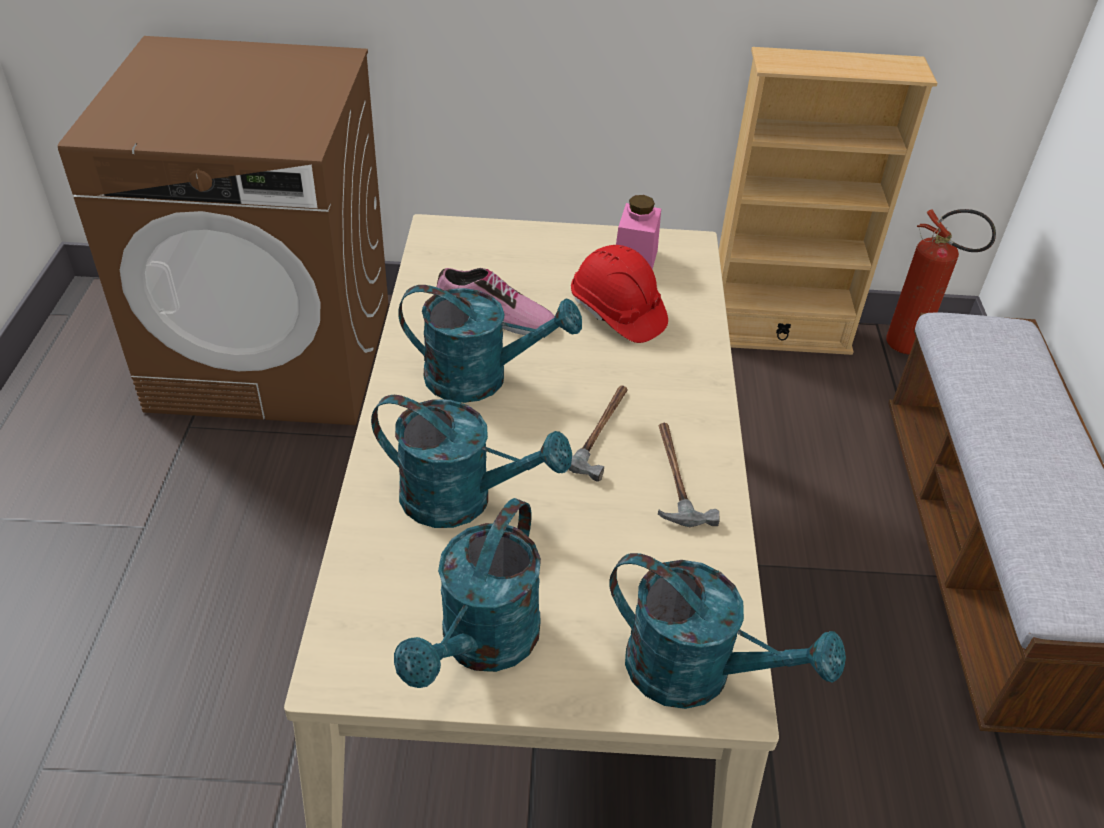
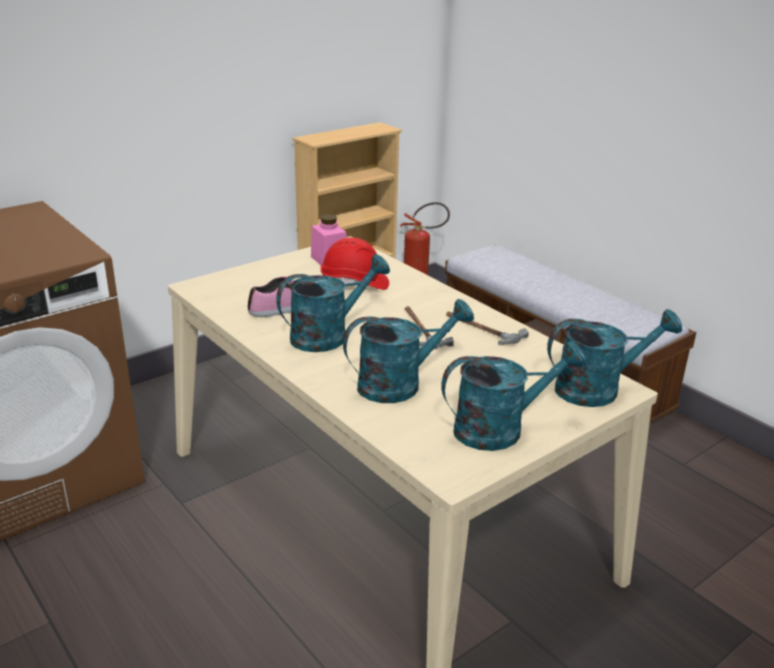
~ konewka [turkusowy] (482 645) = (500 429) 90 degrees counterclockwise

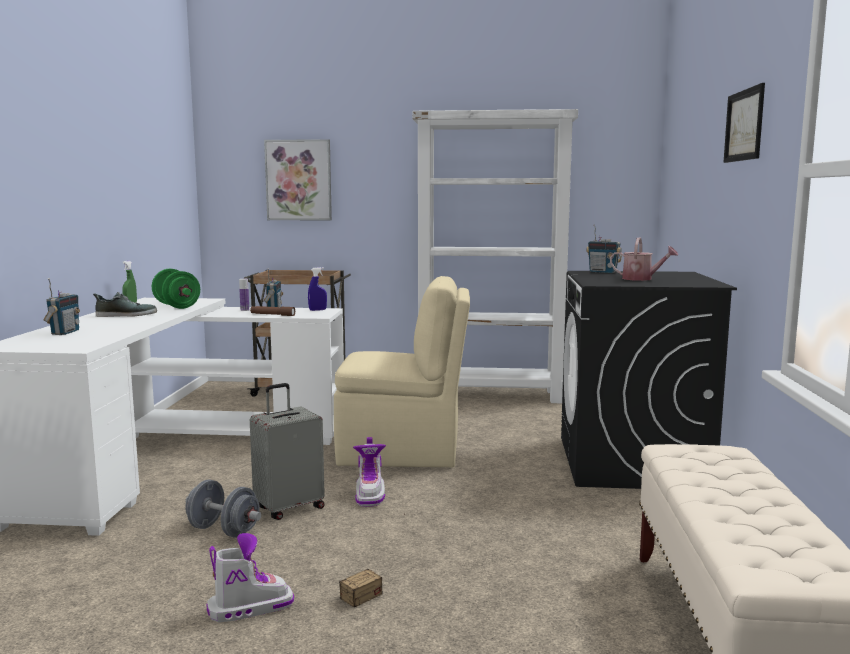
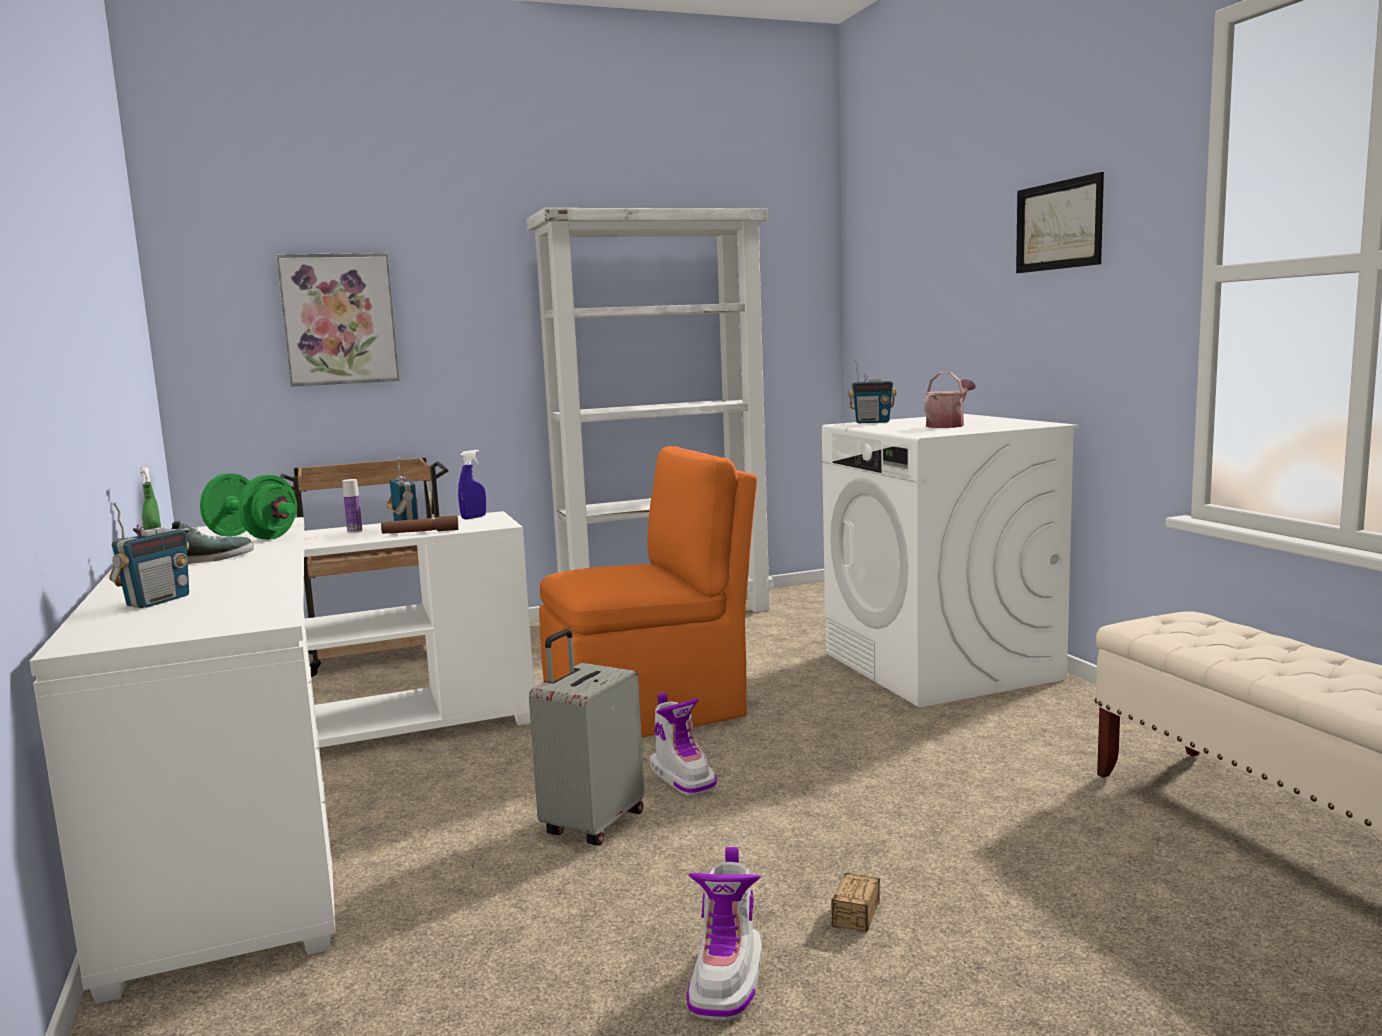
- hantel [szary] (223 530)
~ krzesło [beżowy] (402 452) to krzesło [pomarańczowy] (650 711)
~ pralka [czarny] (632 463) to pralka [biały] (941 666)
~ radio (64 332) = (157 601) 45 degrees clockwise
~ but z cholewką (250 607) = (727 979) 150 degrees clockwise
~ konewka (641 279) = (948 425) 45 degrees counterclockwise

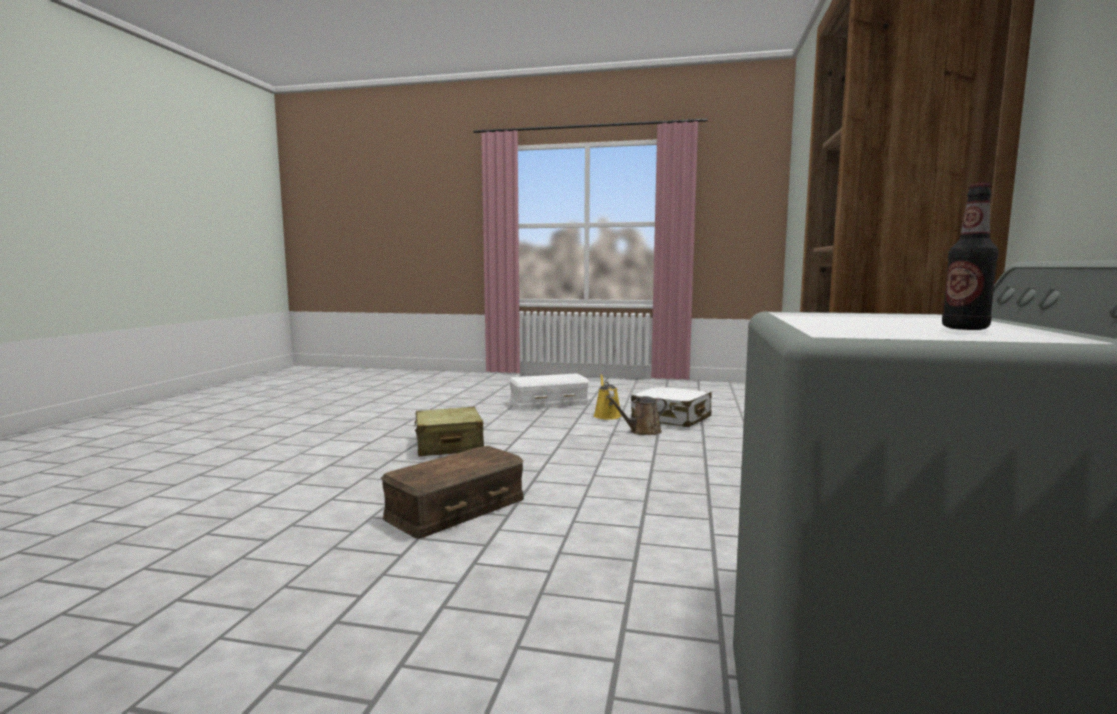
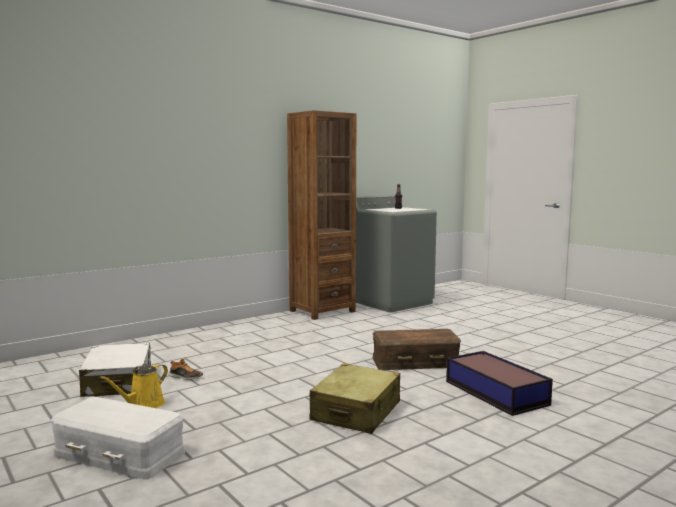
+ pojemnik do przechowywania (495 392)
~ konewka [brązowy] (642 432) to but (185 377)

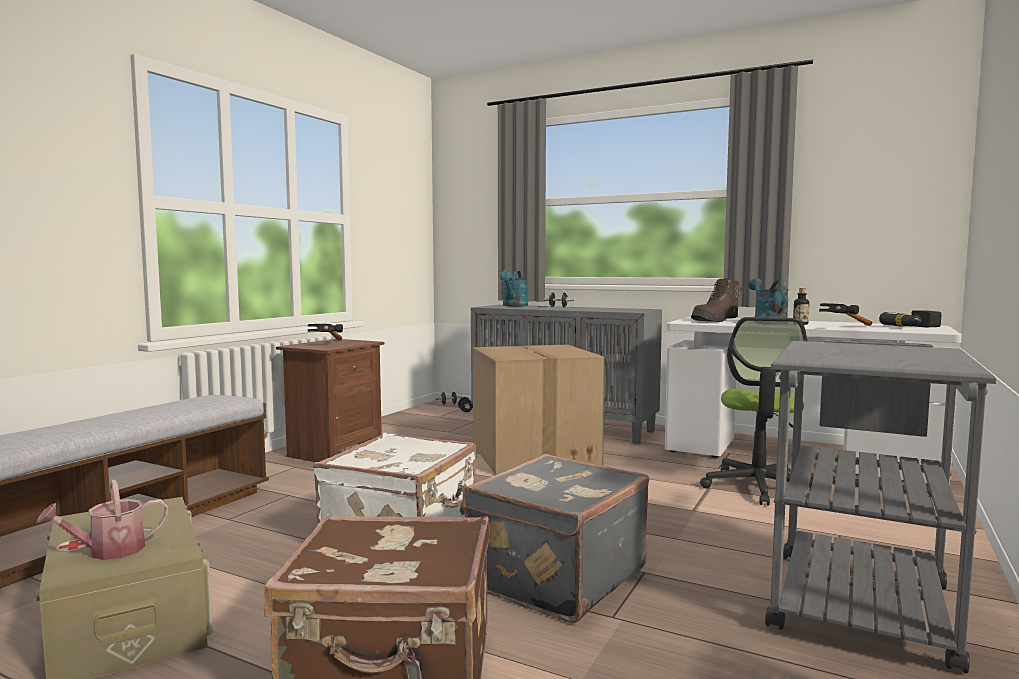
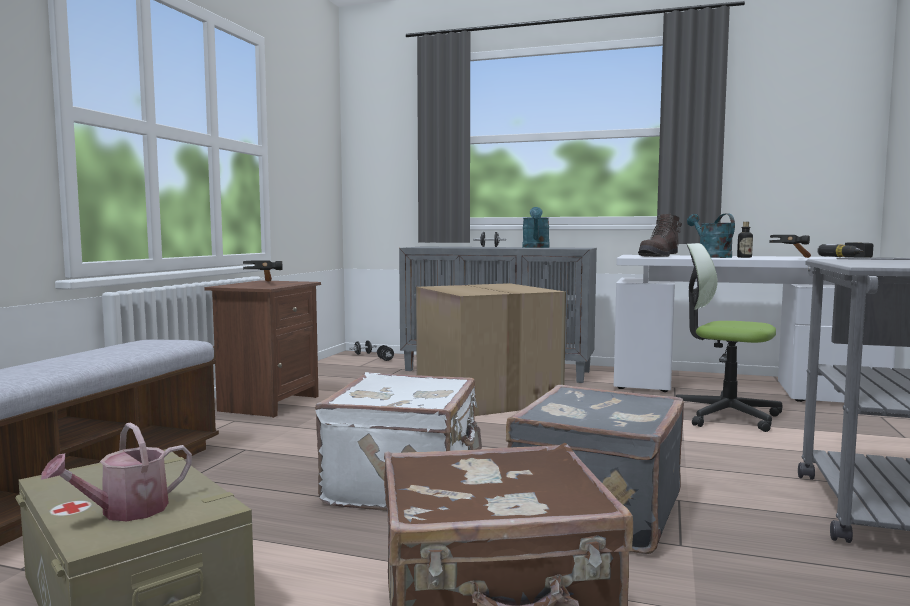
~ konewka [turkusowy] (514 306) to (536 247)
~ krzesło biurowe (758 487) = (725 416) 120 degrees clockwise

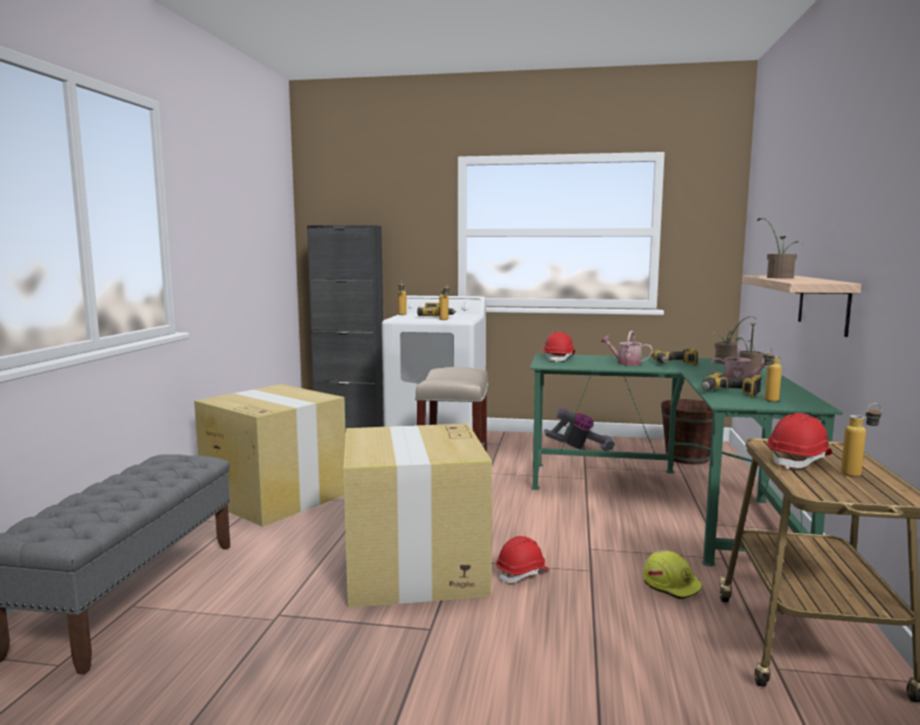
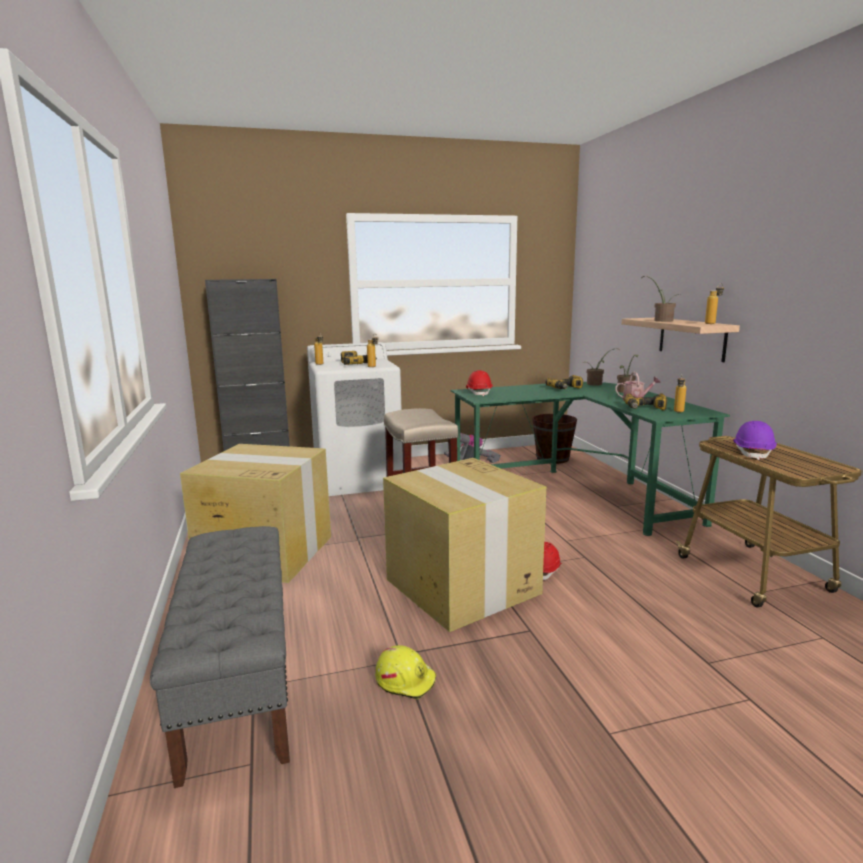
- konewka (625 363)
~ kask [żółty] (671 585) to (405 680)
~ butelka (858 474) to (712 323)
~ kask [czerwony] (799 460) to kask [fioletowy] (753 452)

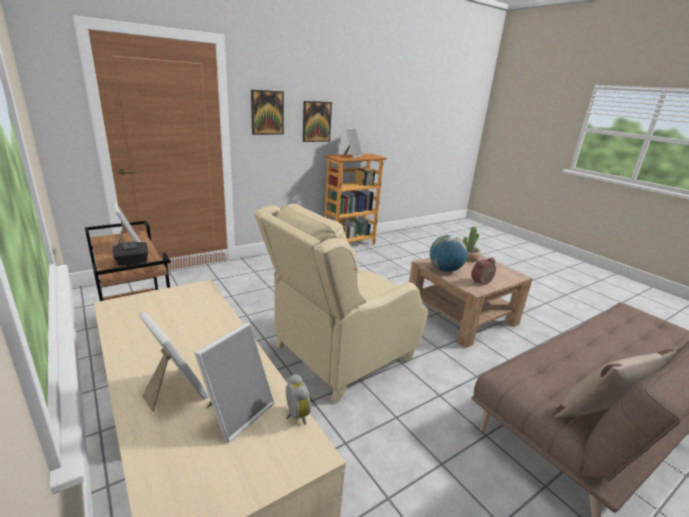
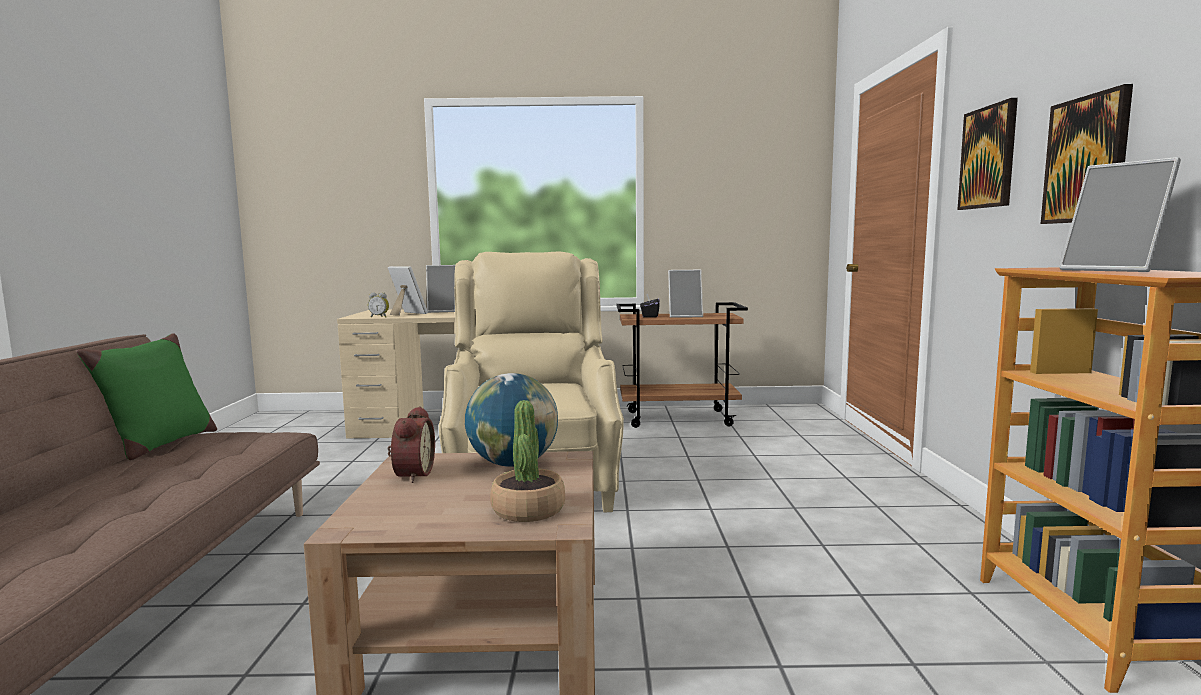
~ poduszka [beżowy] (596 416) to poduszka [zielony] (160 445)
~ ramka na zdjęcie (236 412) = (406 314) 150 degrees clockwise

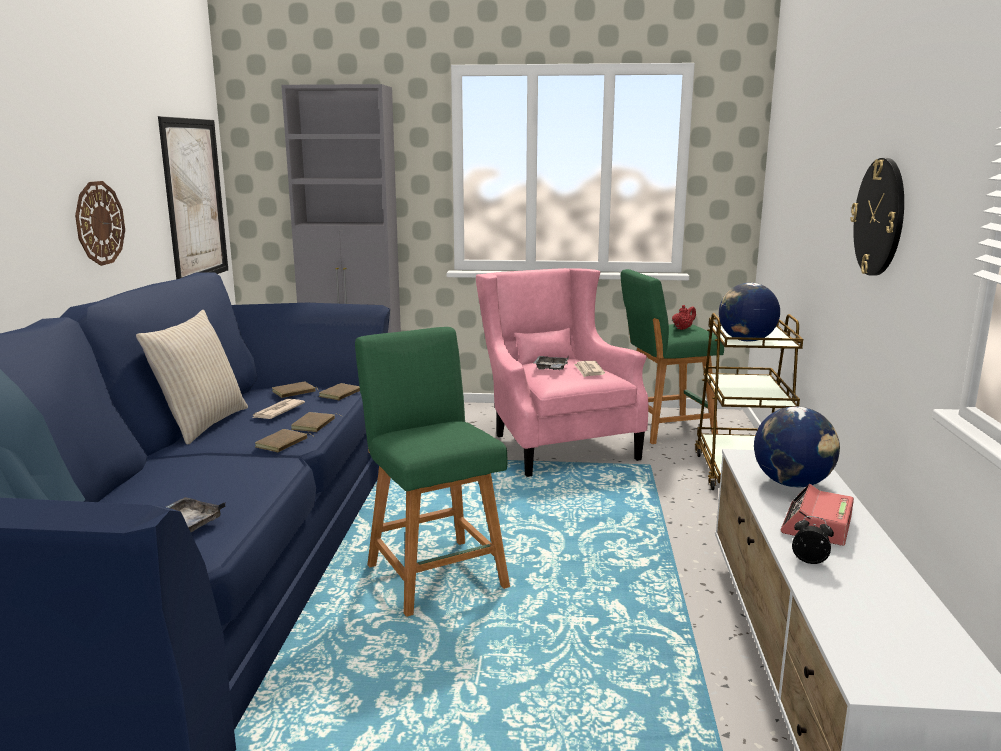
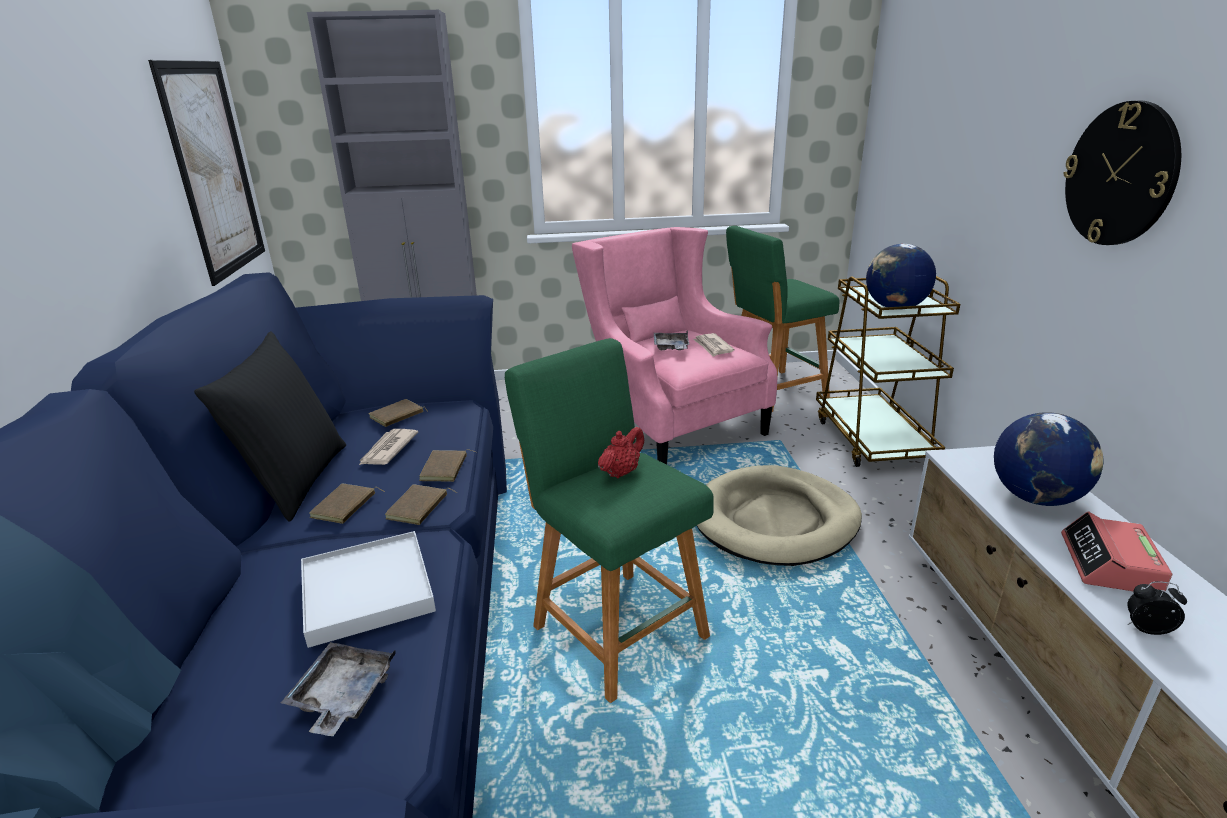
- zegar ścienny (99 223)
+ taca [biały] (367 591)
+ legowisko [beżowy] (774 520)
~ książka [brązowy] (341 394) to (345 507)
~ imbryk [czerwony] (682 328) to (621 472)
~ poduszka [beżowy] (201 424) to poduszka [czarny] (295 481)

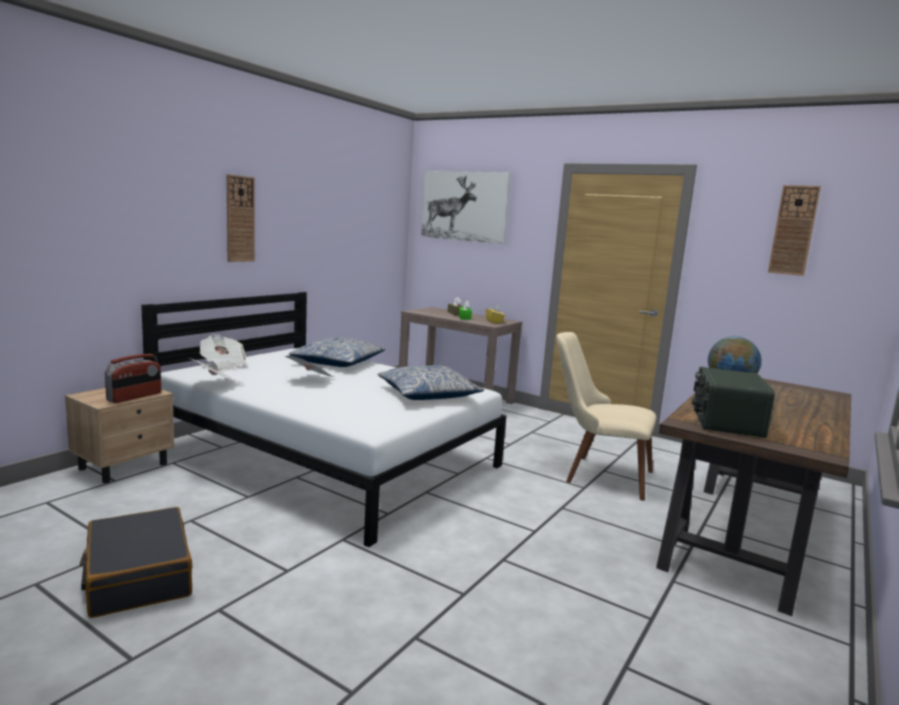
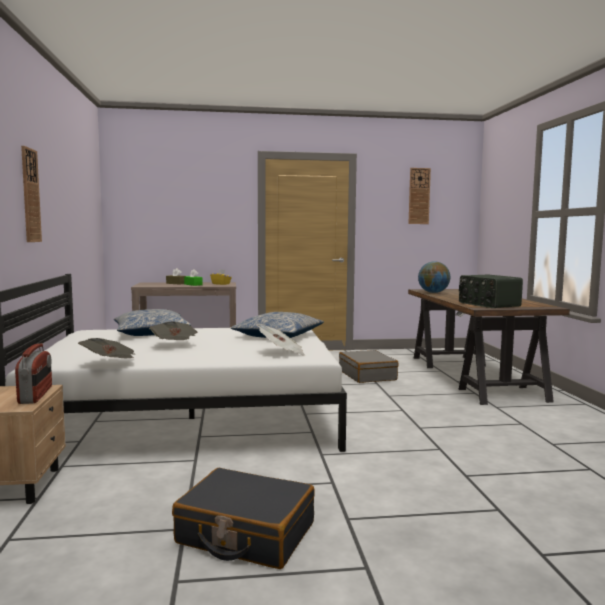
- obraz (464 206)
~ gazeta (223 365) to (282 353)
~ krzesło [beżowy] (597 474) to walizka [szary] (367 375)

